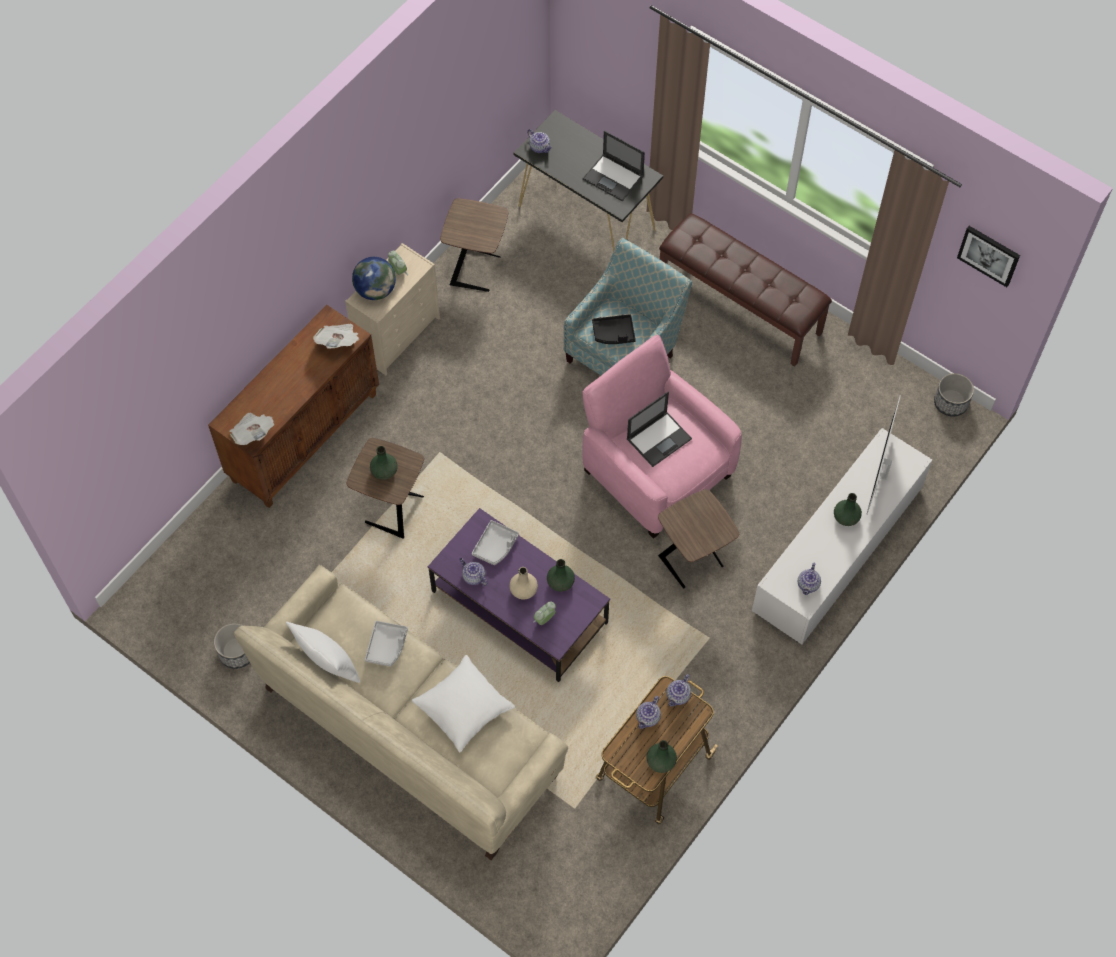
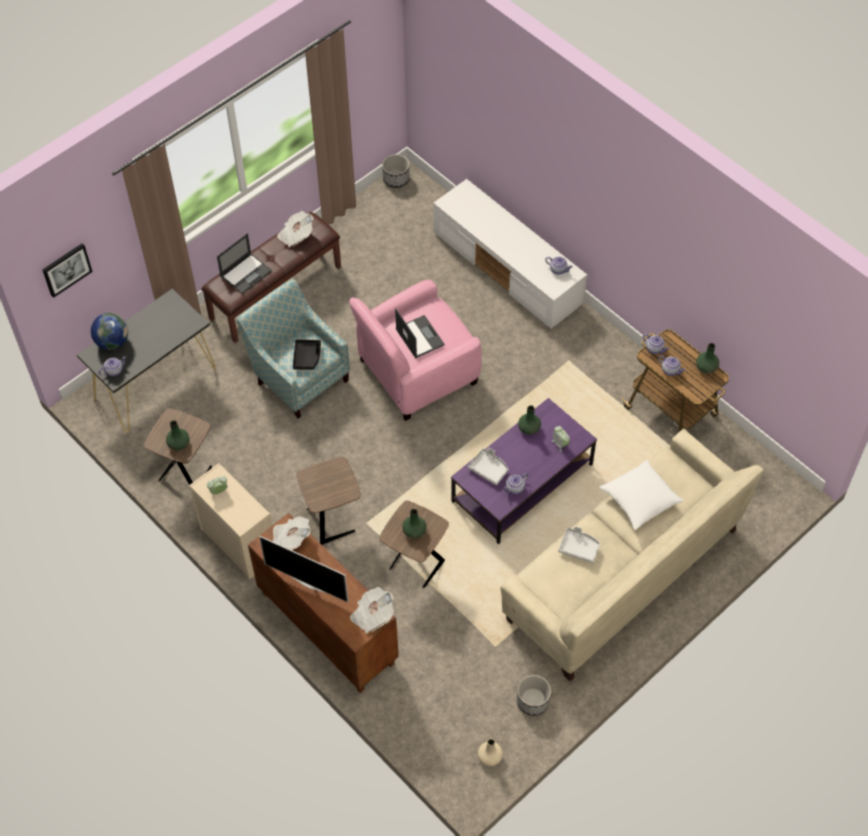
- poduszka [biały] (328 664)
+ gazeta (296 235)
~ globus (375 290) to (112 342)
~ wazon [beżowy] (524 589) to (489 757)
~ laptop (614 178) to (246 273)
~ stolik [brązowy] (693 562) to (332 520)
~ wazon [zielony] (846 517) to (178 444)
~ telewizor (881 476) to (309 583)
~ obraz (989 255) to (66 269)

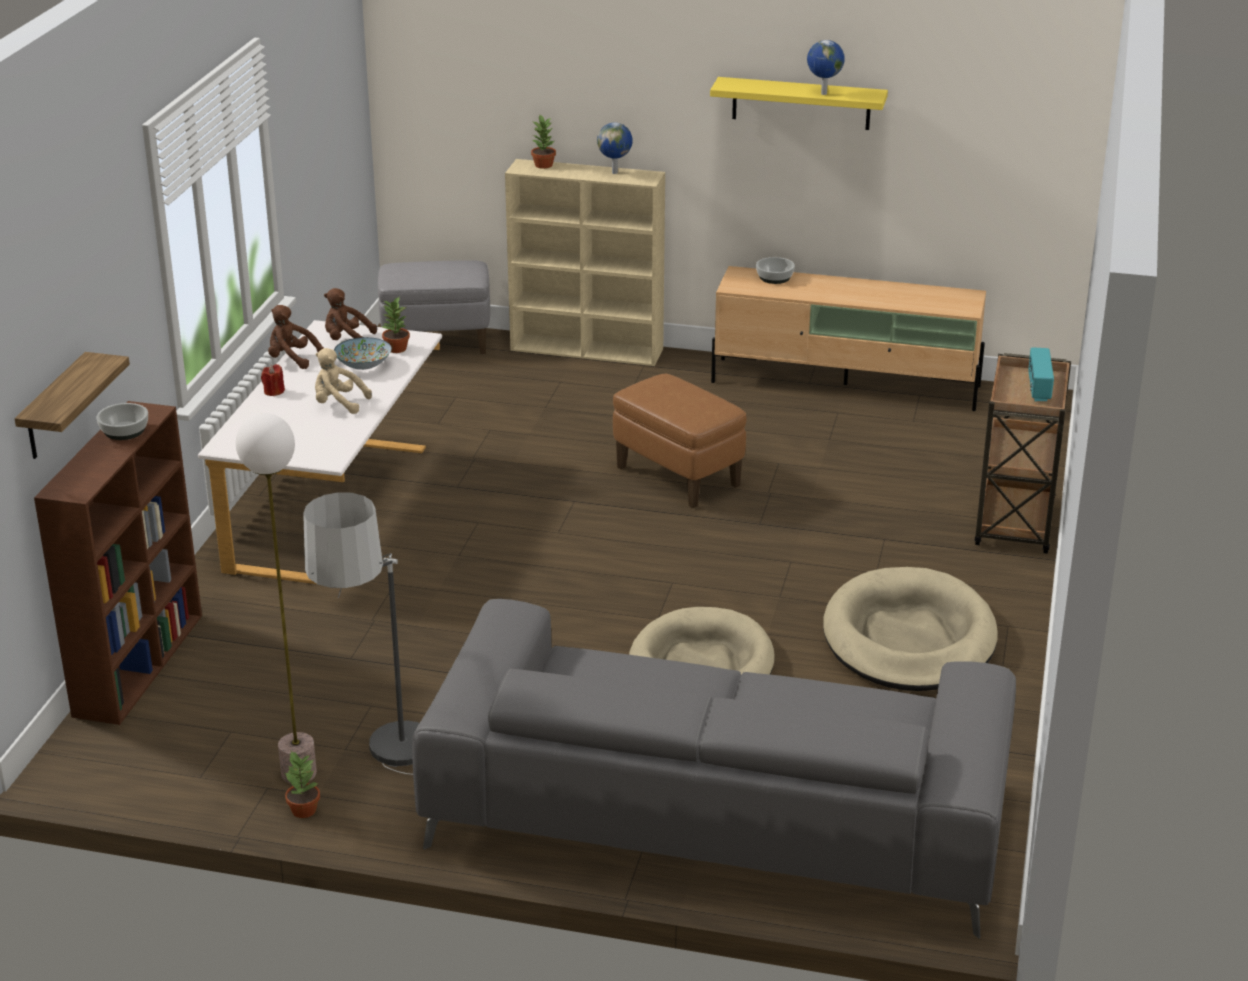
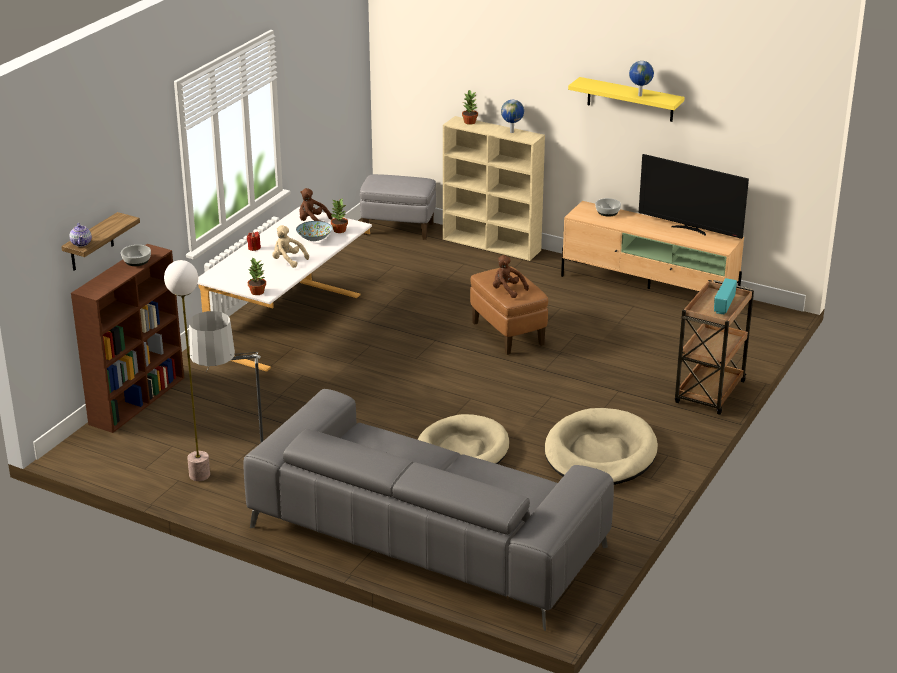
+ imbryk (81 243)
+ telewizor (690 229)
~ pluszak [brązowy] (292 359) to (507 290)
~ roślina doniczkowa (303 810) to (257 292)

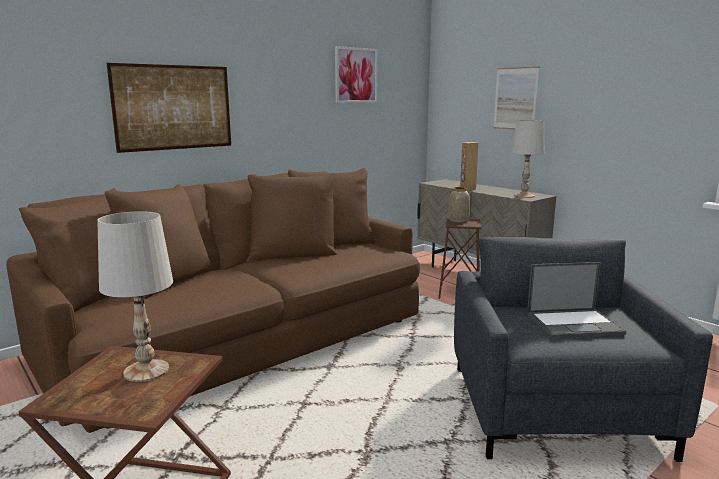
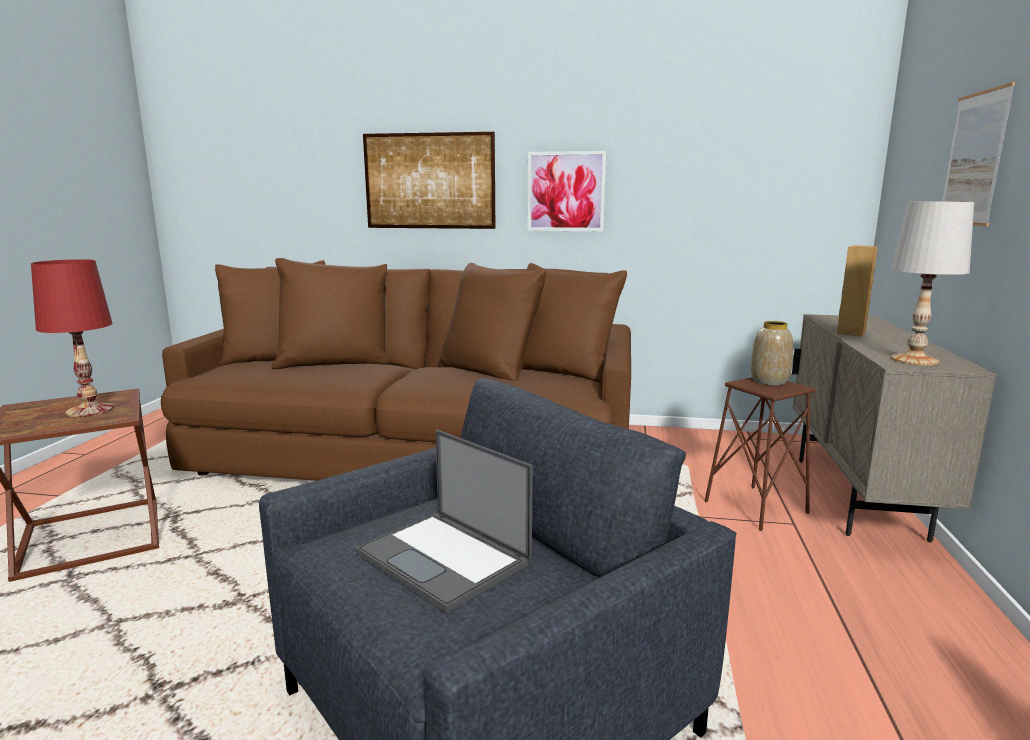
~ obraz (355 75) to (566 191)
~ lampa stołowa [biały] (147 371) to lampa stołowa [czerwony] (90 410)

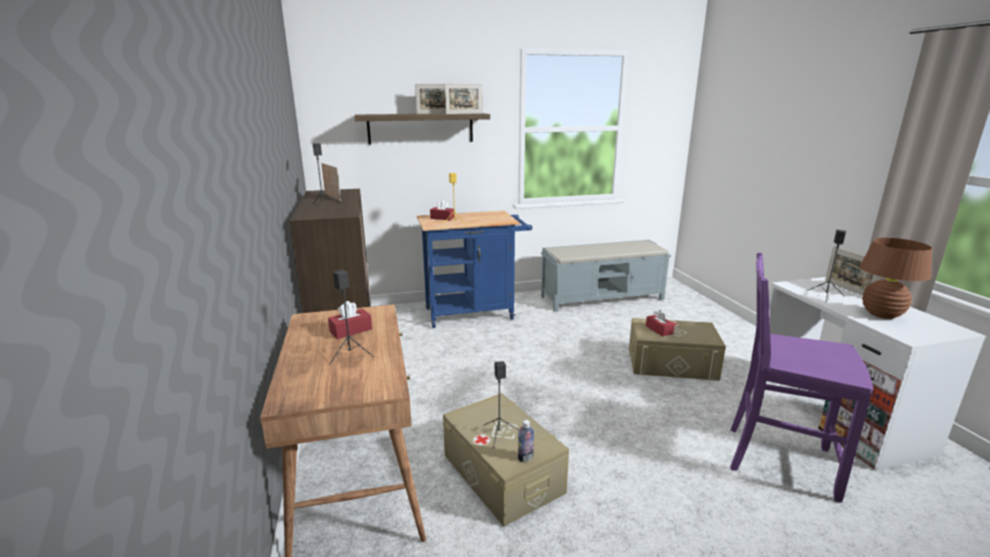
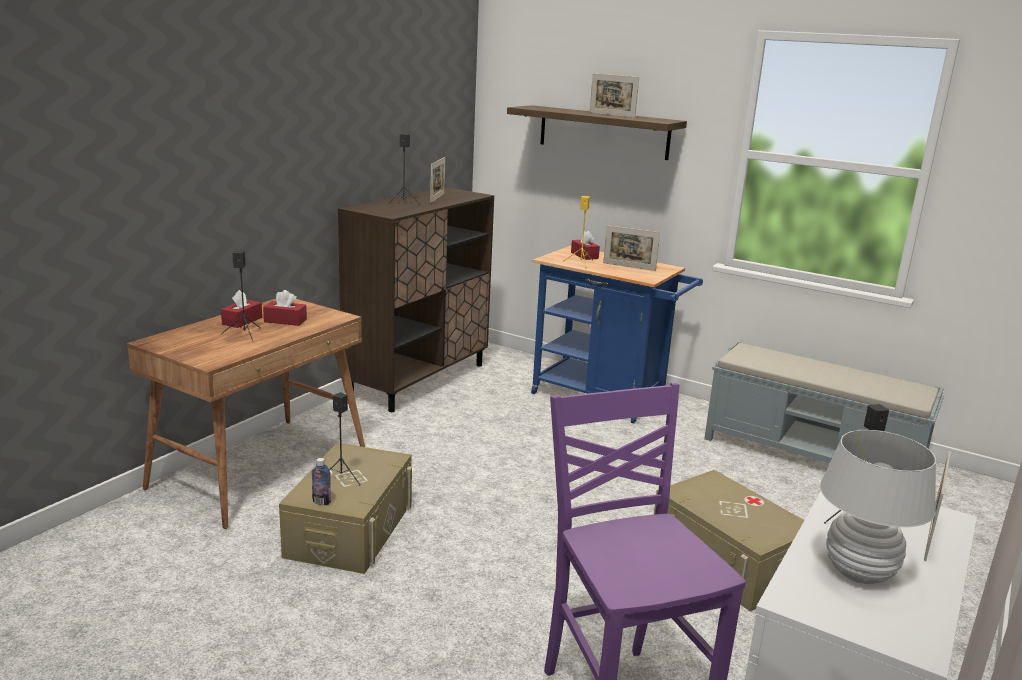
~ ramka na zdjęcie (464 113) to (629 266)
~ pudełko chusteczek [czerwony] (659 330) to (242 321)
~ lampa stołowa [brązowy] (882 314) to lampa stołowa [biały] (859 573)

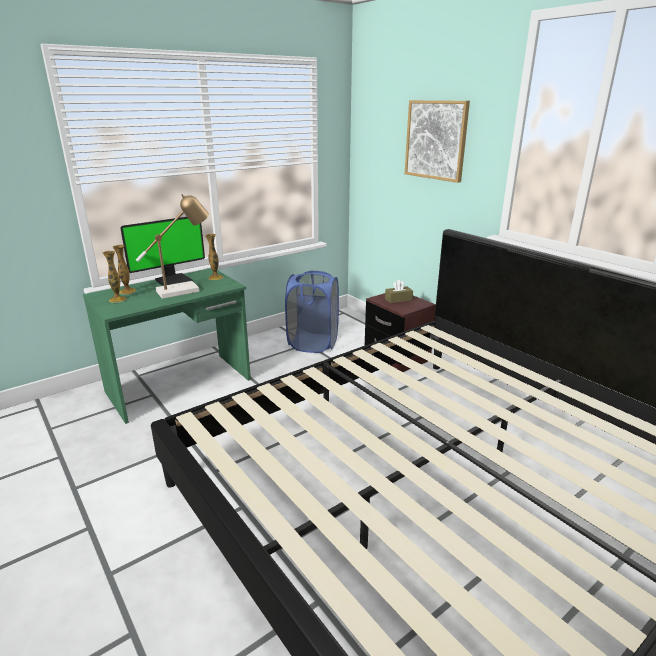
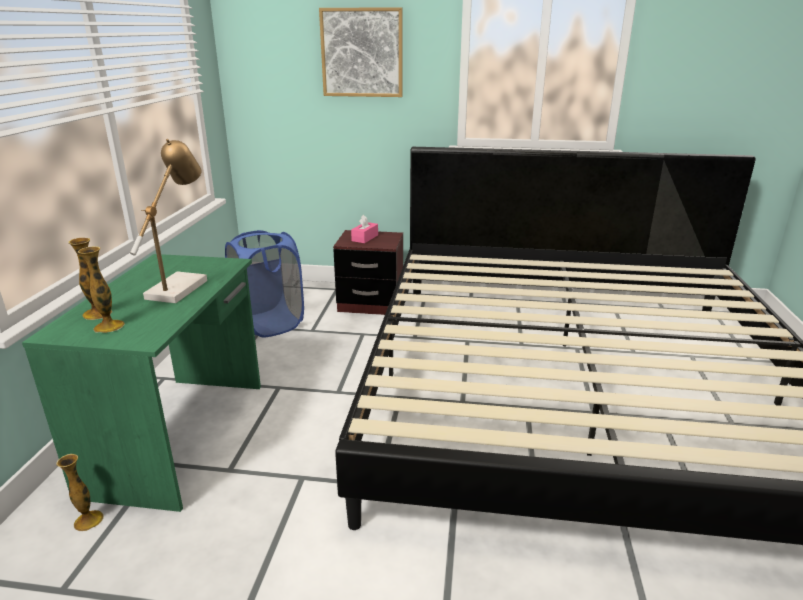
- monitor (174 280)
~ wazon (216 277) to (88 520)
~ pudełko chusteczek [brązowy] (398 299) to pudełko chusteczek [różowy] (365 238)

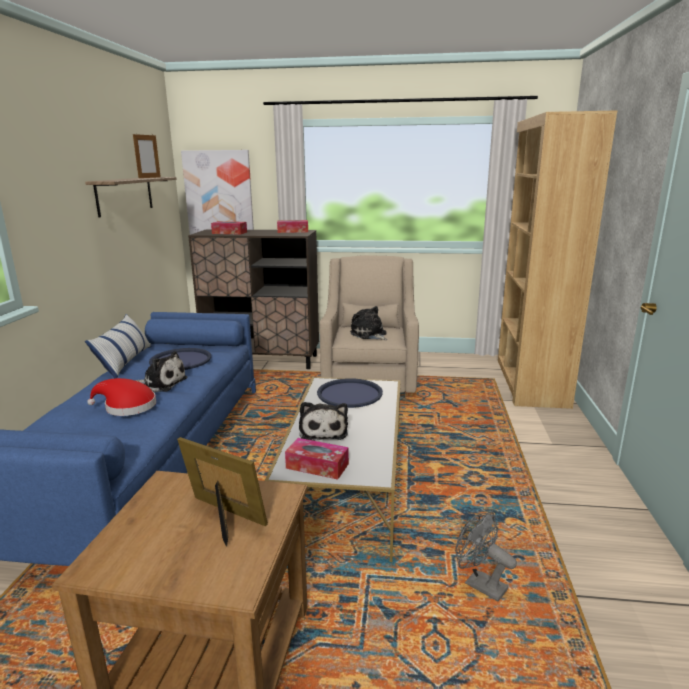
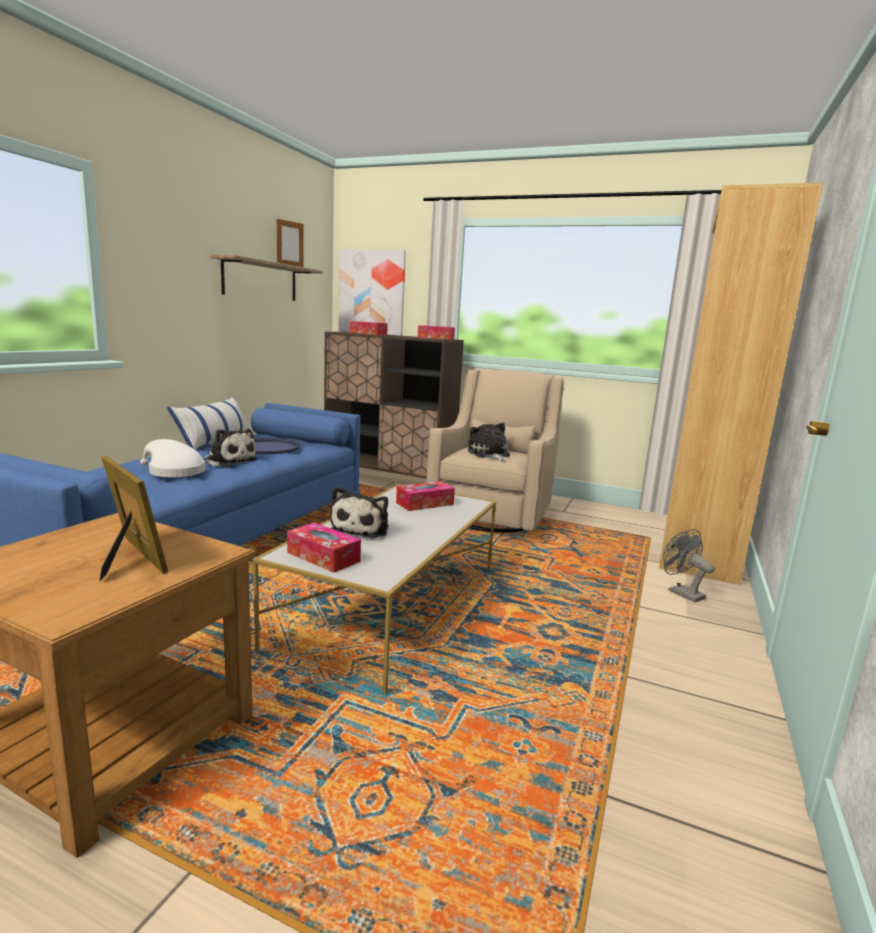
~ wentylator [szary] (479 584) to (681 592)
~ taca [niebieski] (350 394) to pudełko chusteczek (424 503)
~ kapelusz [czerwony] (127 407) to kapelusz [biały] (173 471)

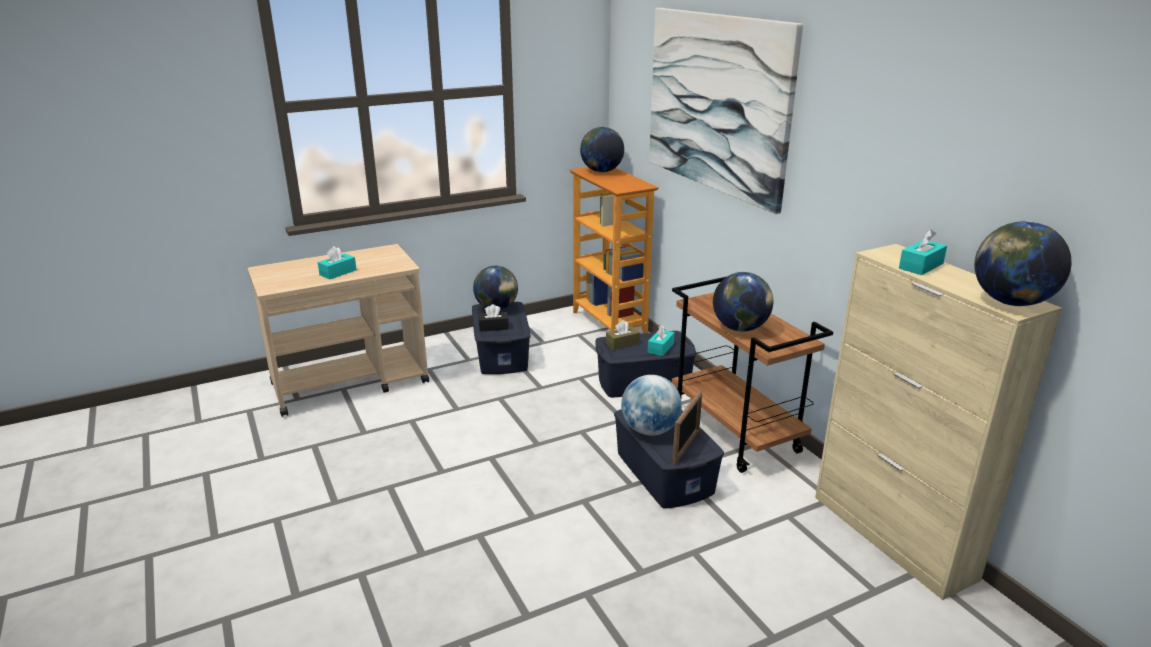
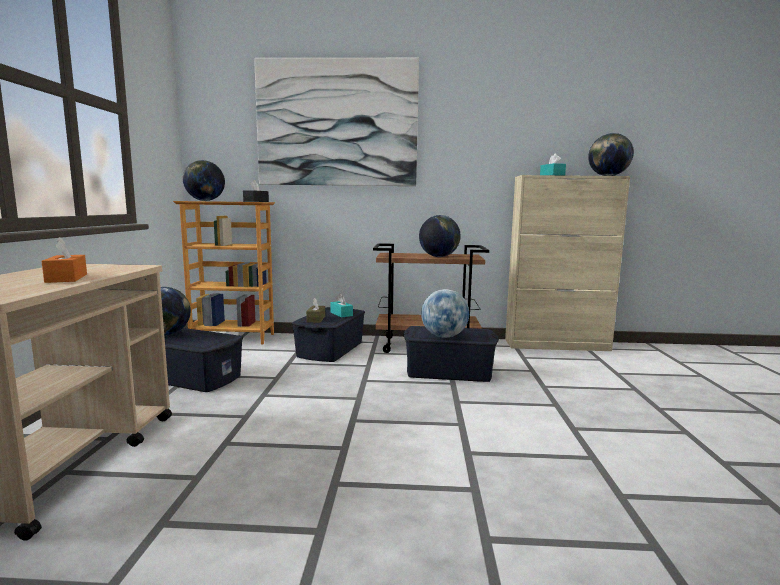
- ramka na zdjęcie (686 446)
~ pudełko chusteczek [czarny] (493 327) to (256 201)
~ pudełko chusteczek [turkusowy] (338 272) to pudełko chusteczek [pomarańczowy] (66 278)

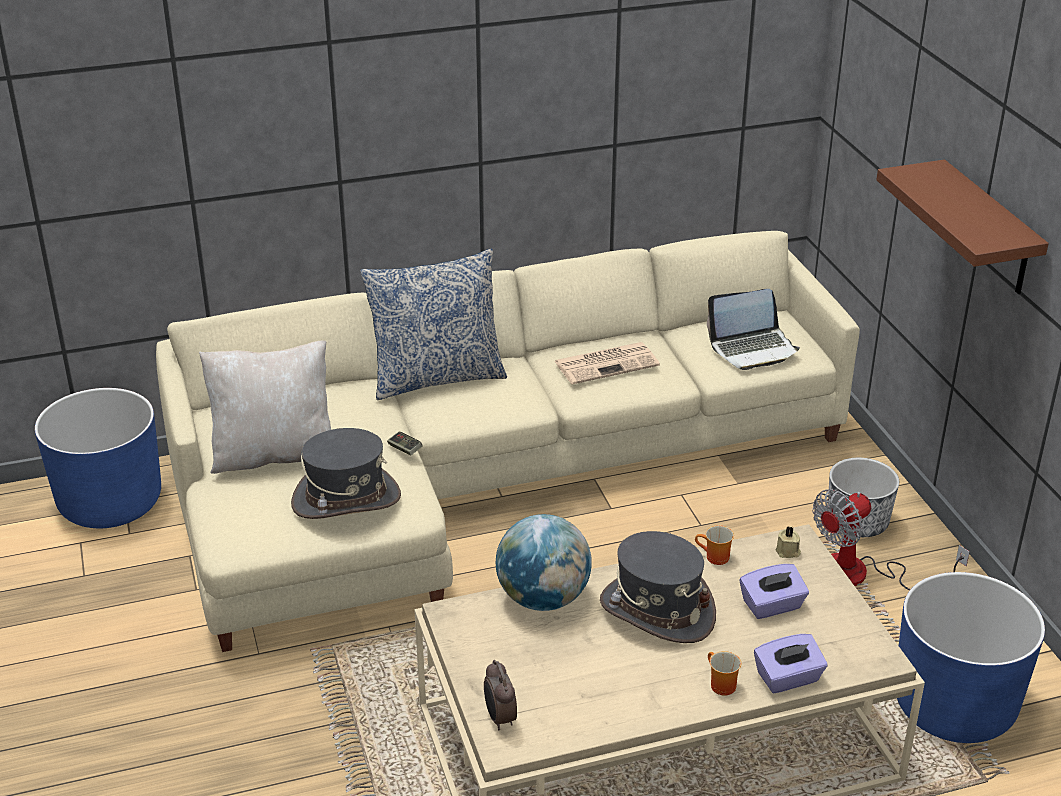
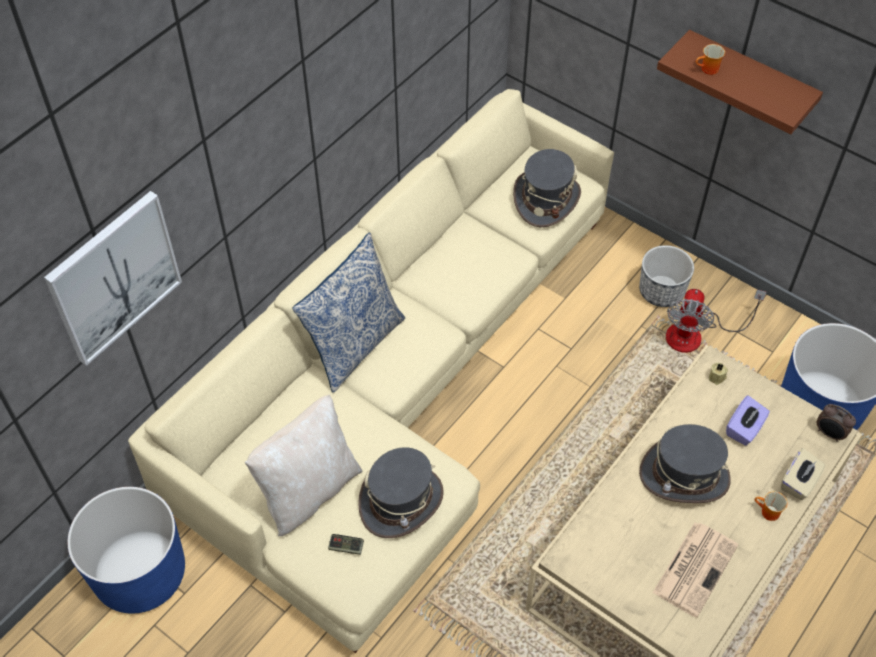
- globus (543 599)
+ obraz (114 277)
~ pad do gier (405 449) to (346 547)
~ budzik (499 718) to (829 434)
~ gazeta (607 363) to (695 567)
~ kubek (714 558) to (708 70)
~ laptop (753 349) to kapelusz [szary] (546 199)
~ pudełko chusteczek [fioletowy] (788 678) to pudełko chusteczek [beżowy] (799 482)

